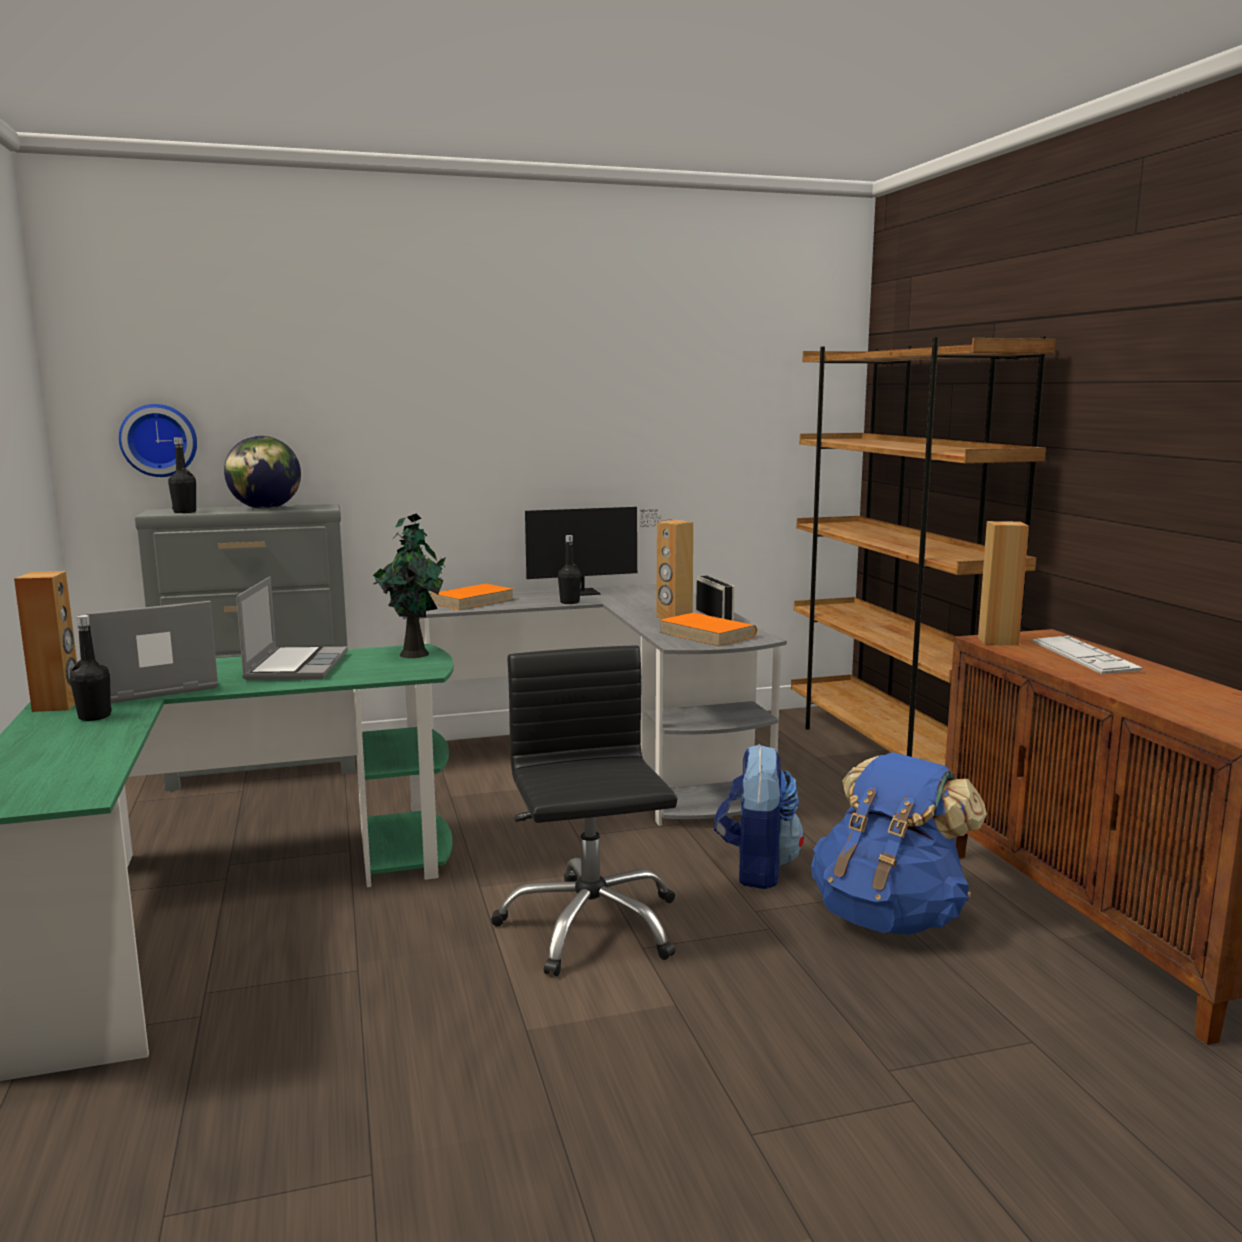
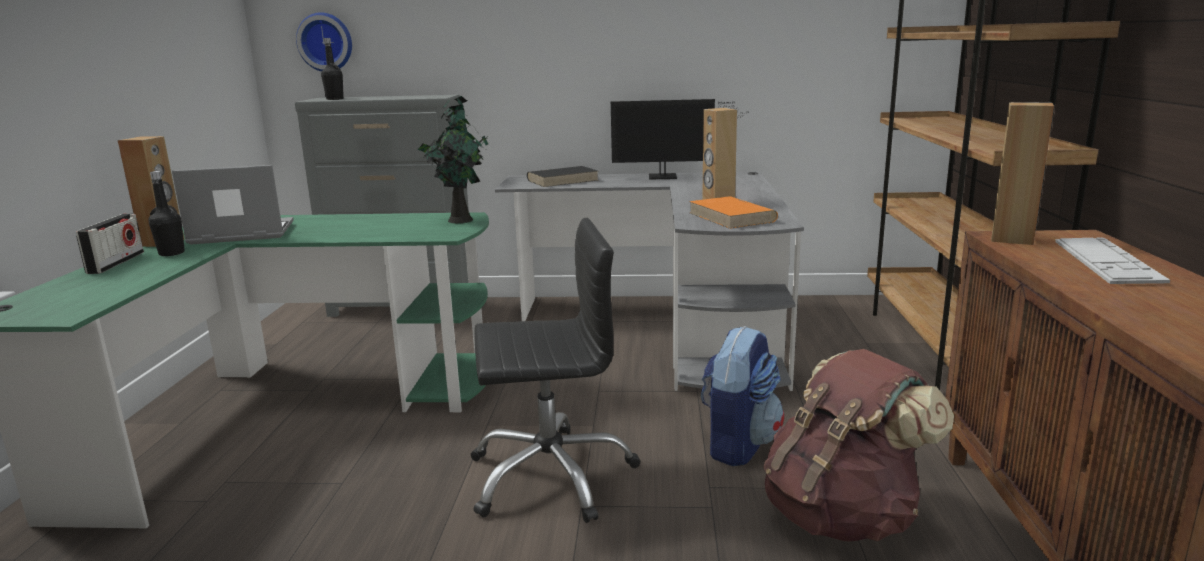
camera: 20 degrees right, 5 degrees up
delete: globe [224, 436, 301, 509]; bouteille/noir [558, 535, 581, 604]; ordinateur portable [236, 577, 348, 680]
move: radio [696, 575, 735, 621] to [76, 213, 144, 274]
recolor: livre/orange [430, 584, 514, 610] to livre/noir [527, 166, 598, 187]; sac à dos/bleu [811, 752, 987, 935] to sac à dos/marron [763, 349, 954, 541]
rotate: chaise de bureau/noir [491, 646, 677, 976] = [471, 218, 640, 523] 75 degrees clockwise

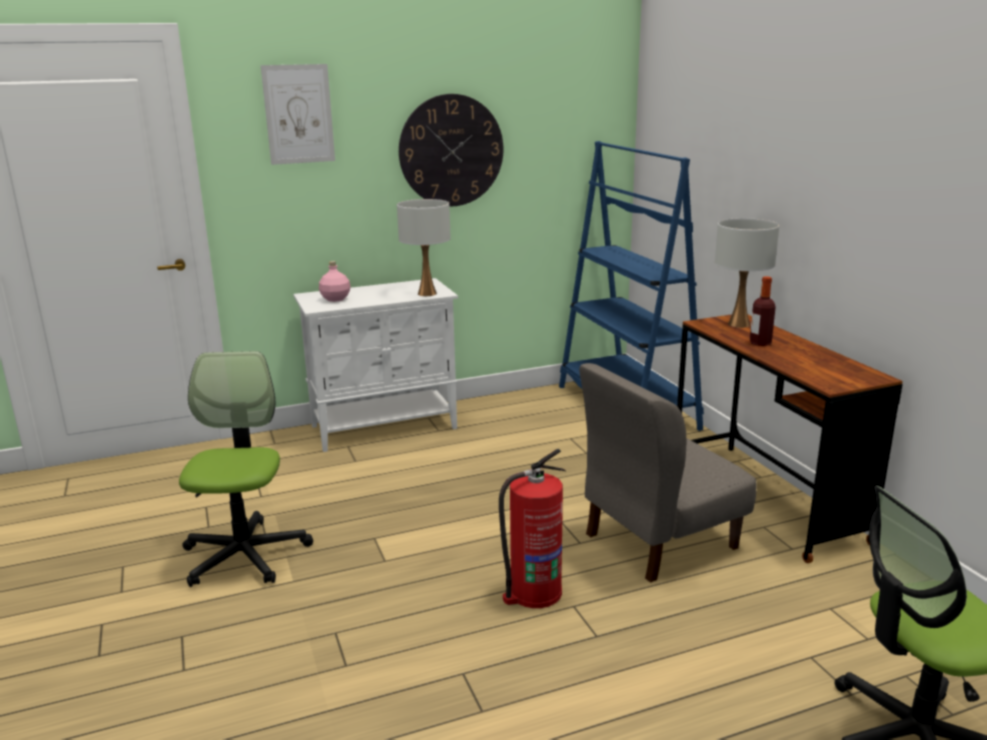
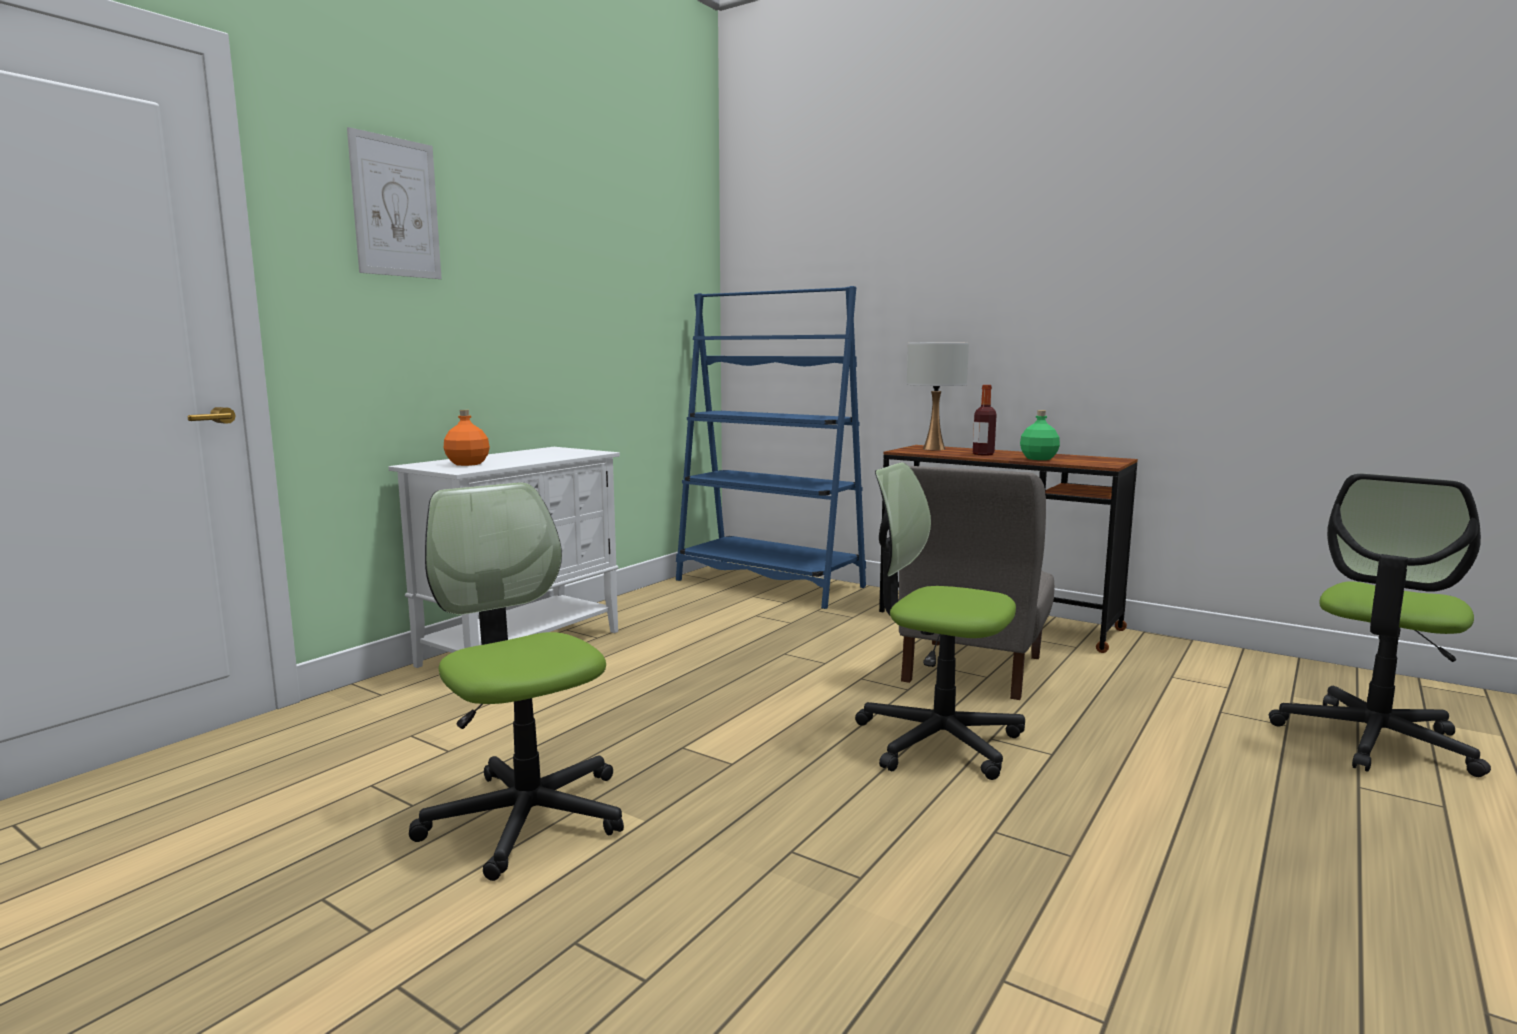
camera: 35 degrees left, 10 degrees down
delete: horloge murale [399, 94, 503, 206]; lampe de table/blanc [397, 199, 451, 296]
insert: bouteille/vert [1020, 411, 1060, 460]
replace: extincteur [499, 449, 566, 608] to chaise de bureau [855, 462, 1025, 780]
recolor: bouteille/rose [319, 261, 351, 302] to bouteille/orange [444, 410, 490, 466]

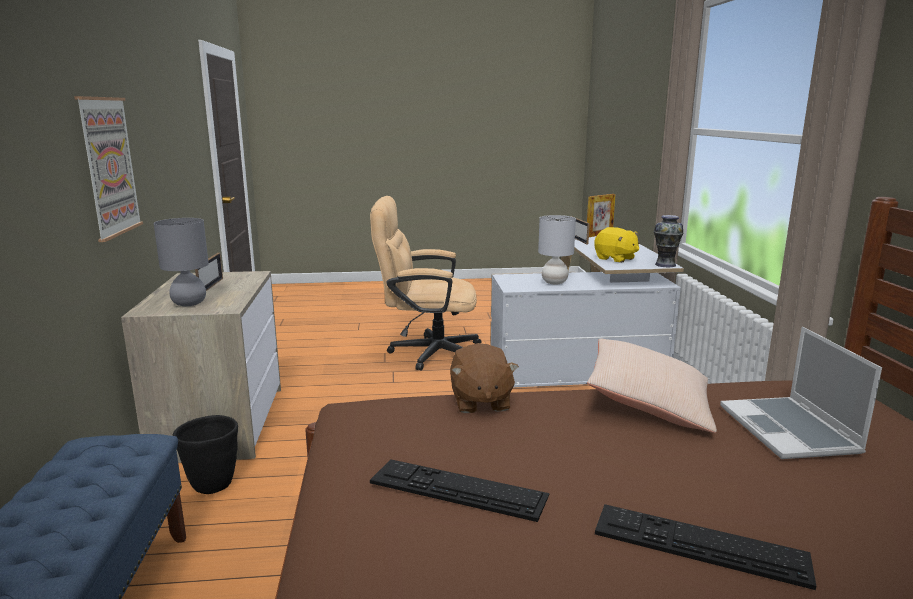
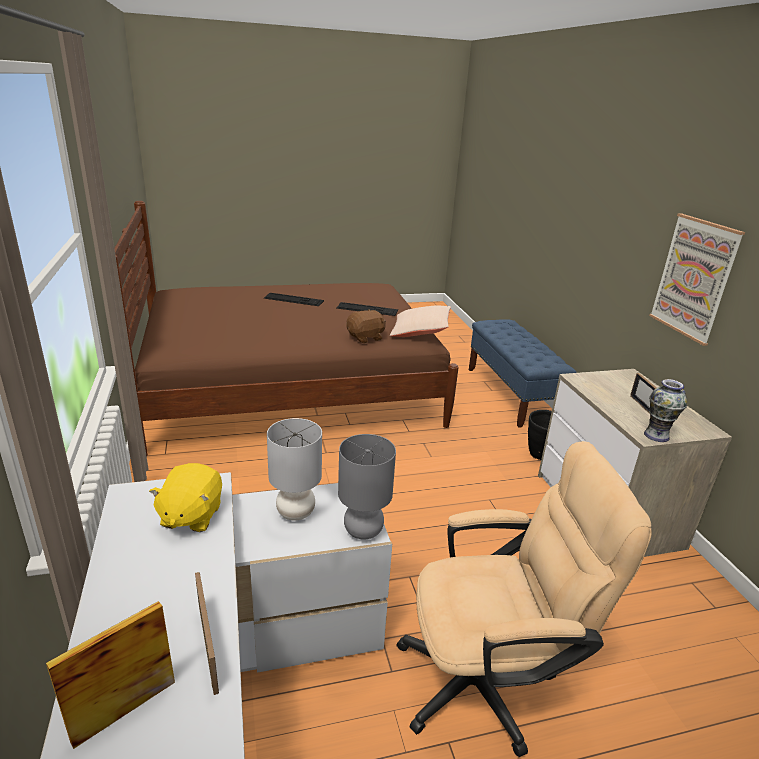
camera: 170 degrees right, 10 degrees up
delete: ordinateur portable [720, 327, 882, 459]
move: vase [653, 215, 683, 267] to [644, 379, 687, 442]; lampe de table/gris [154, 218, 209, 306] to [338, 434, 396, 540]; coussin/beige [587, 338, 717, 433] to [390, 306, 451, 337]
rotate: peluche/jaune [594, 227, 639, 263] = [149, 463, 222, 532] 120 degrees counterclockwise; peluche/marron [450, 343, 519, 413] = [346, 309, 386, 343] 75 degrees clockwise

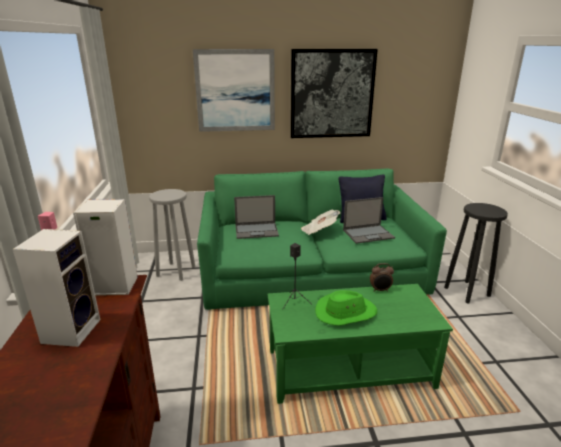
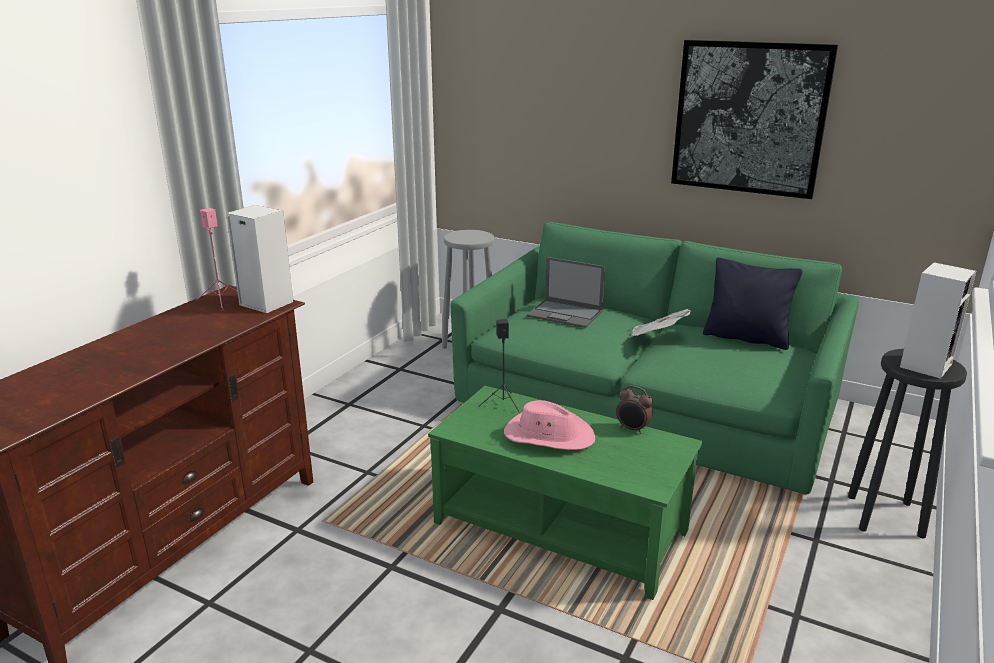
camera: 35 degrees right, 0 degrees up
delete: tableau [193, 49, 275, 132]; ordinateur portable [343, 197, 395, 244]
move: enceinte [13, 229, 100, 347] to [900, 262, 976, 379]
recolor: chapeau/vert [315, 290, 377, 326] to chapeau/rose [504, 400, 595, 450]

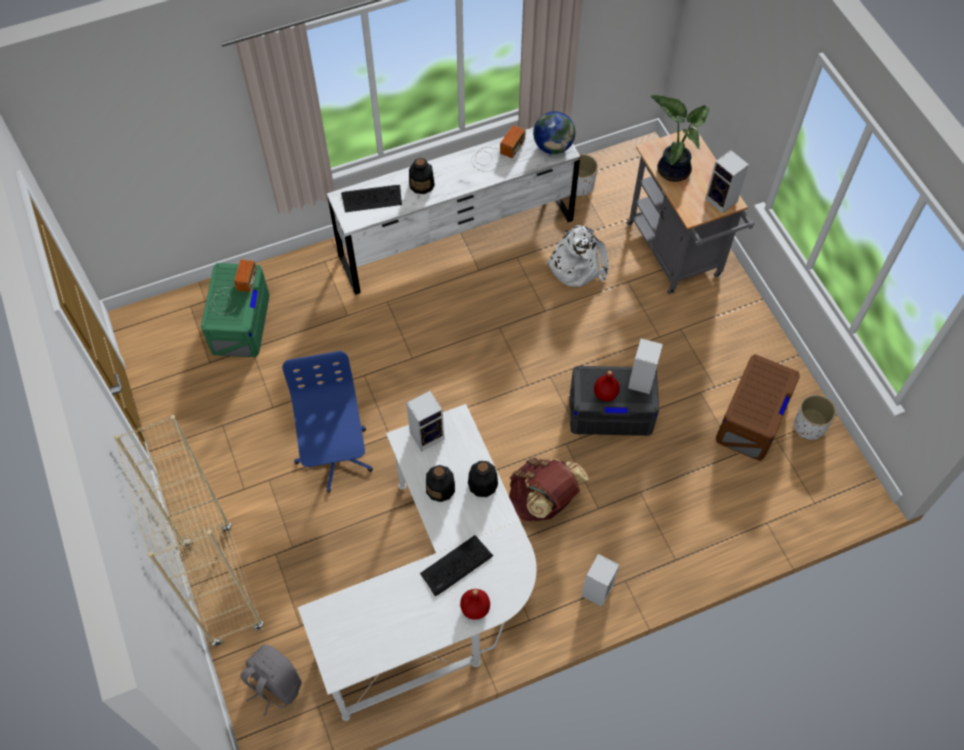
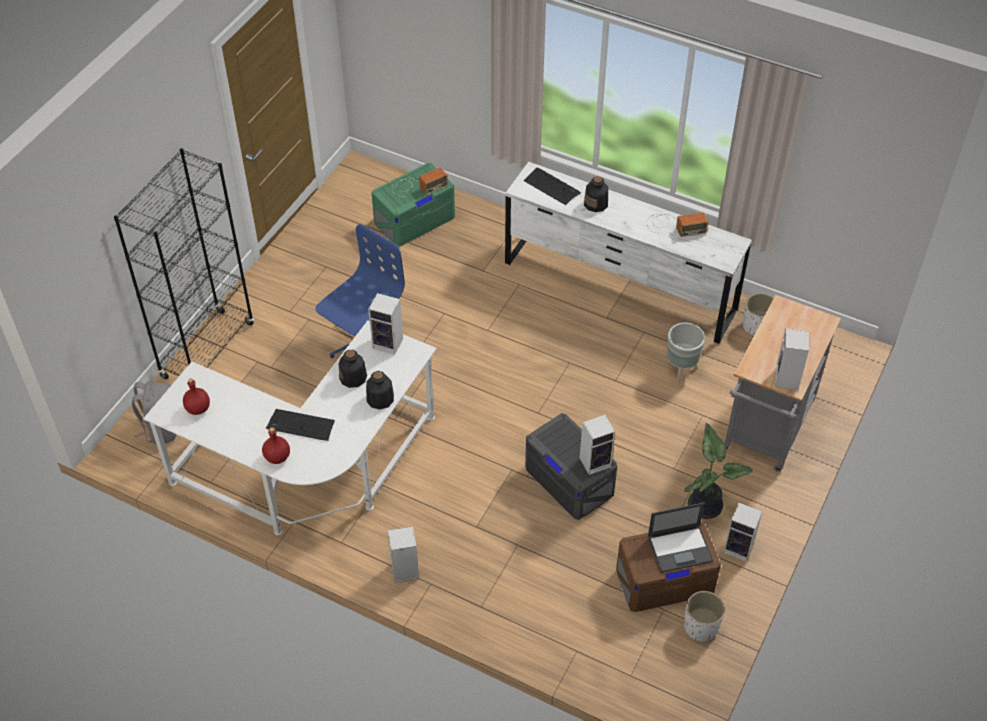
camera: 50 degrees right, 10 degrees down
delete: globe [533, 111, 575, 154]; sac à dos/marron [509, 457, 589, 521]
insert: ordinateur portable [648, 502, 713, 573]; enceinte [723, 503, 763, 562]
move: plante en pot [650, 95, 709, 182] to [684, 423, 753, 519]; bouteille/rouge [594, 370, 620, 401] to [183, 378, 210, 415]
replace: sac à dos/blanc [545, 225, 609, 287] to cache-pot/gris [667, 323, 705, 385]
recolor: bibliothèque/beige [114, 415, 264, 648] to bibliothèque/noir [114, 148, 254, 379]

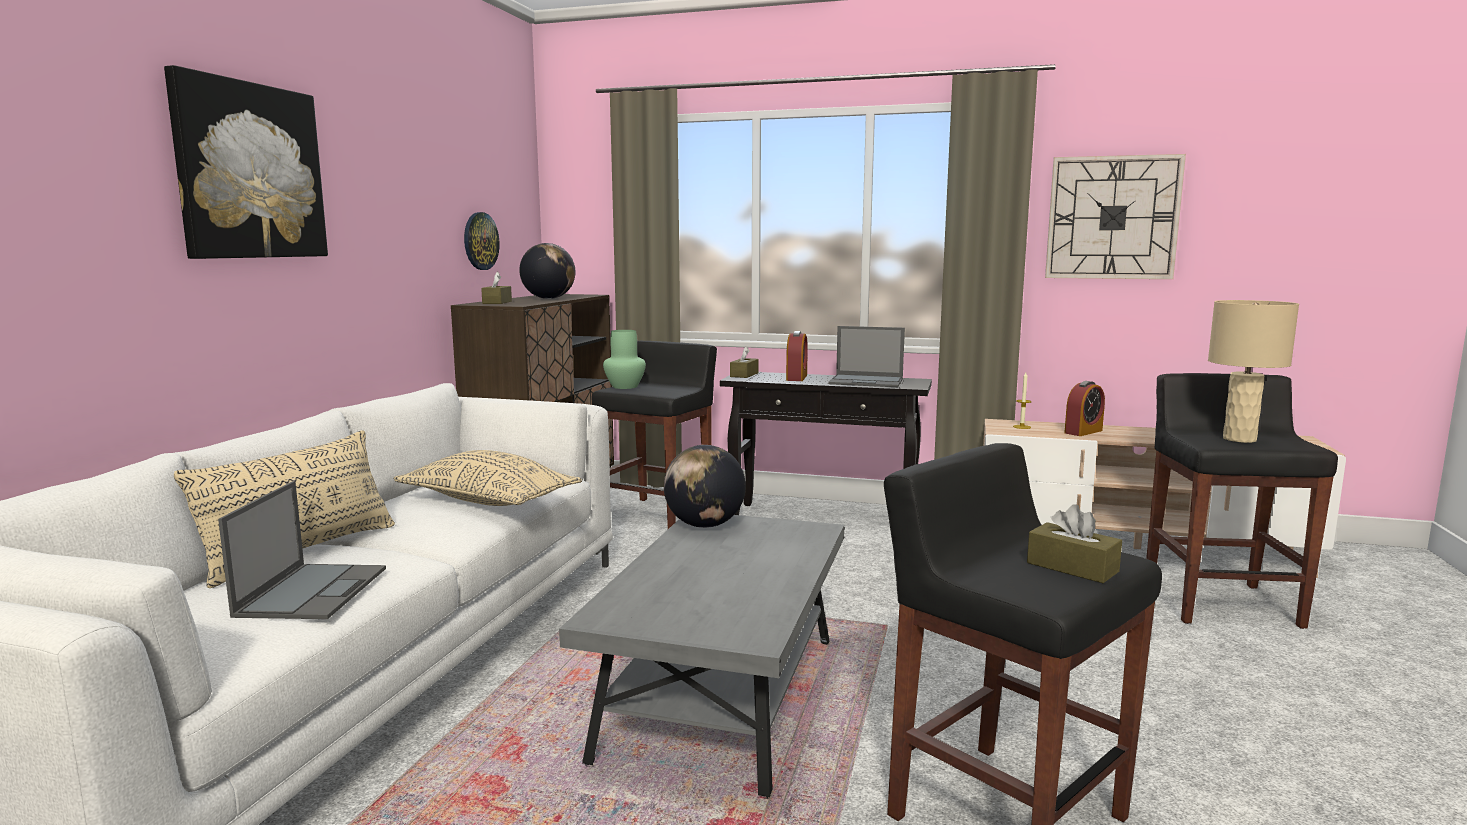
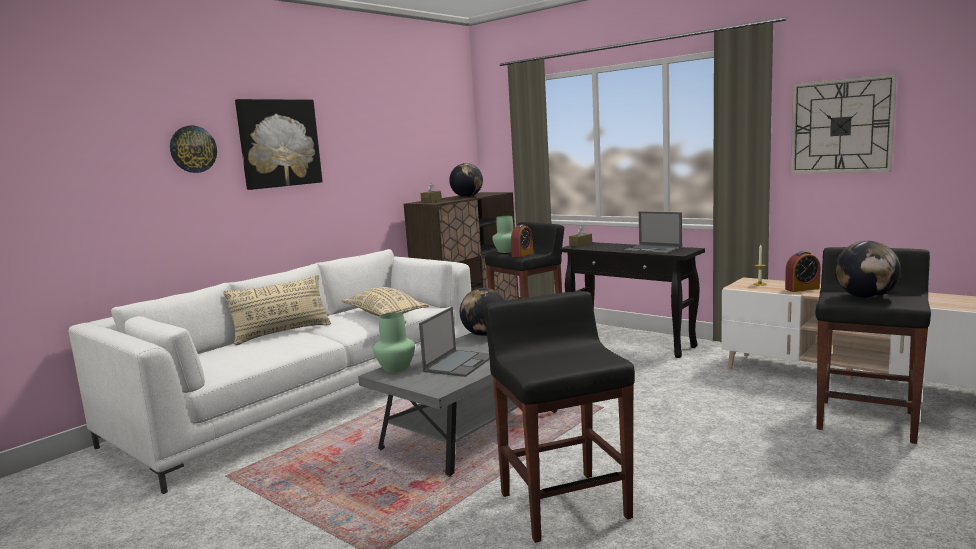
camera: 25 degrees right, 0 degrees up
delete: boîte à mouchoirs/marron [1027, 504, 1122, 583]
insert: vase/vert [373, 312, 415, 373]
move: horloge murale [464, 212, 499, 270] to [170, 126, 217, 173]; réveil [786, 331, 808, 381] to [511, 225, 533, 257]; ordinateur portable [218, 481, 386, 619] to [419, 307, 490, 377]
replace: lampe de table/beige [1208, 300, 1299, 443] to globe [835, 241, 901, 298]

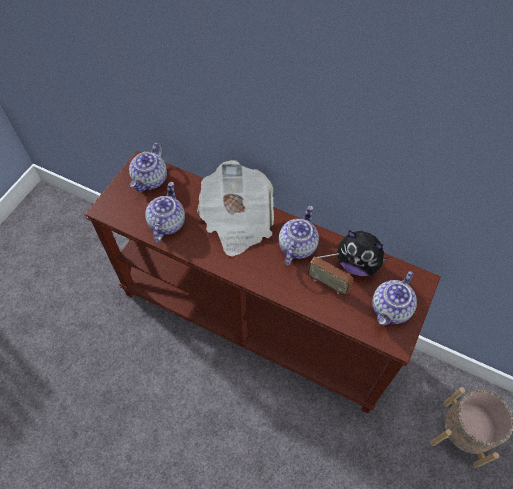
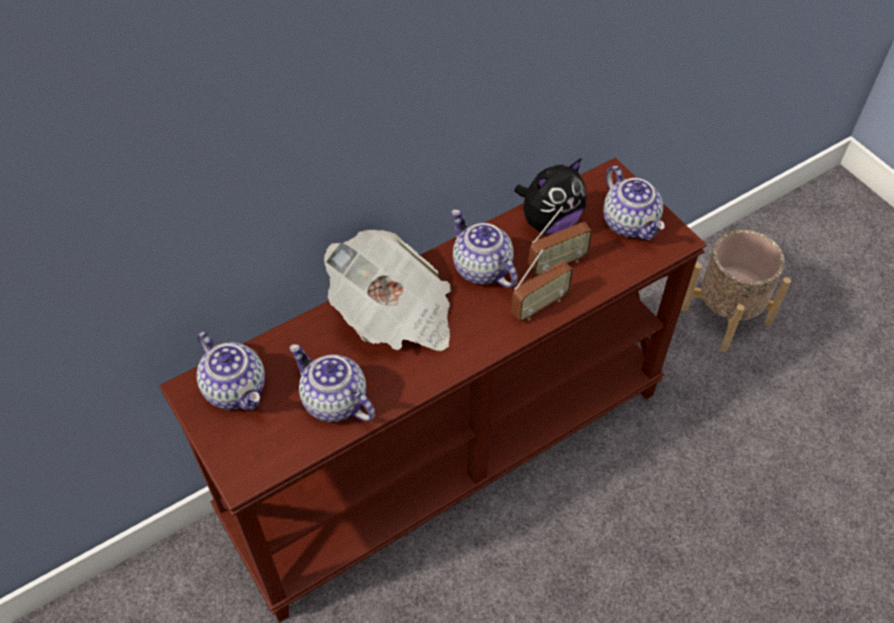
camera: 60 degrees left, 5 degrees down
insert: radio [511, 249, 574, 321]

